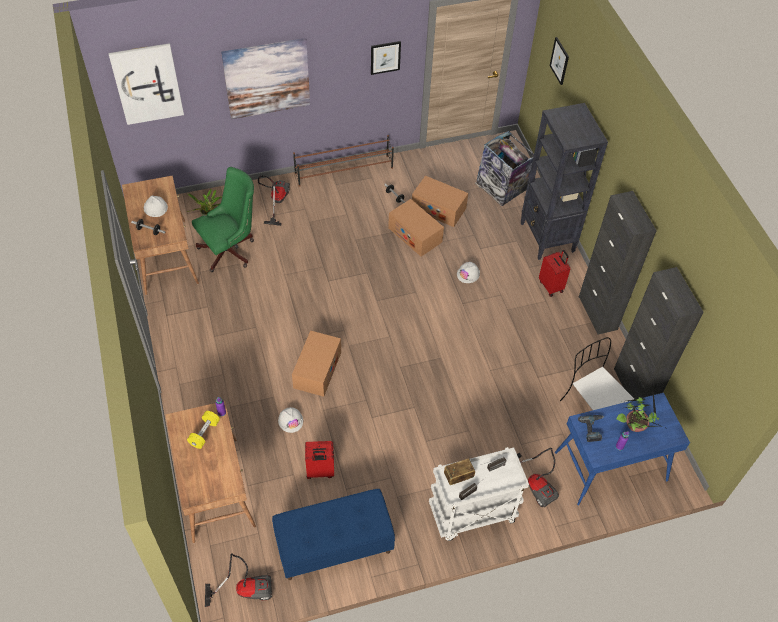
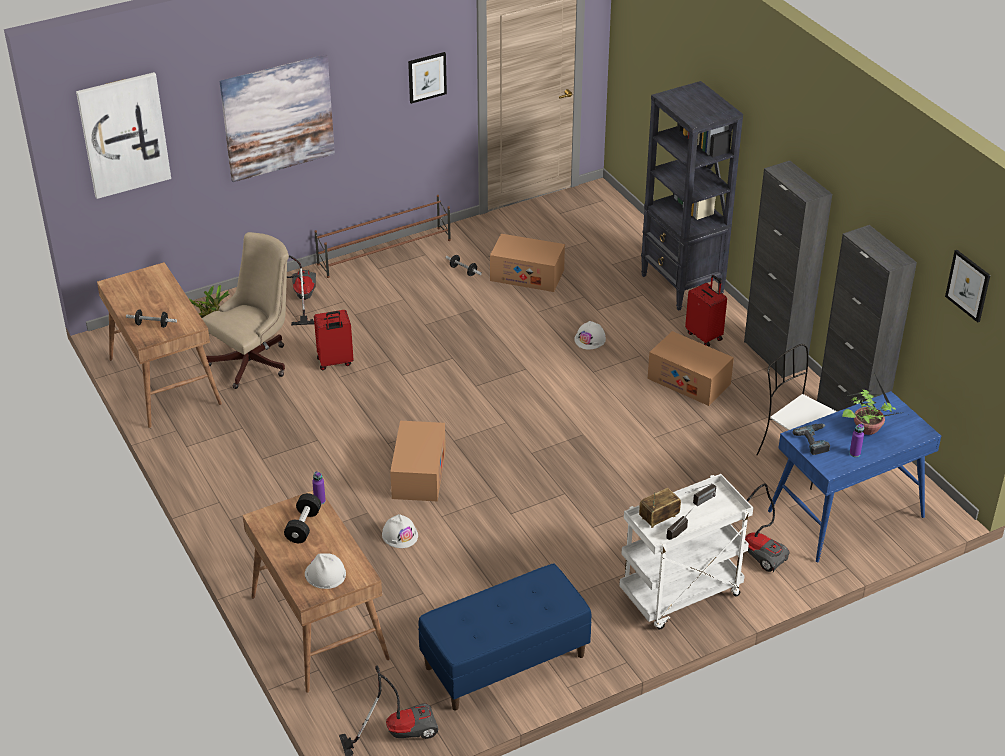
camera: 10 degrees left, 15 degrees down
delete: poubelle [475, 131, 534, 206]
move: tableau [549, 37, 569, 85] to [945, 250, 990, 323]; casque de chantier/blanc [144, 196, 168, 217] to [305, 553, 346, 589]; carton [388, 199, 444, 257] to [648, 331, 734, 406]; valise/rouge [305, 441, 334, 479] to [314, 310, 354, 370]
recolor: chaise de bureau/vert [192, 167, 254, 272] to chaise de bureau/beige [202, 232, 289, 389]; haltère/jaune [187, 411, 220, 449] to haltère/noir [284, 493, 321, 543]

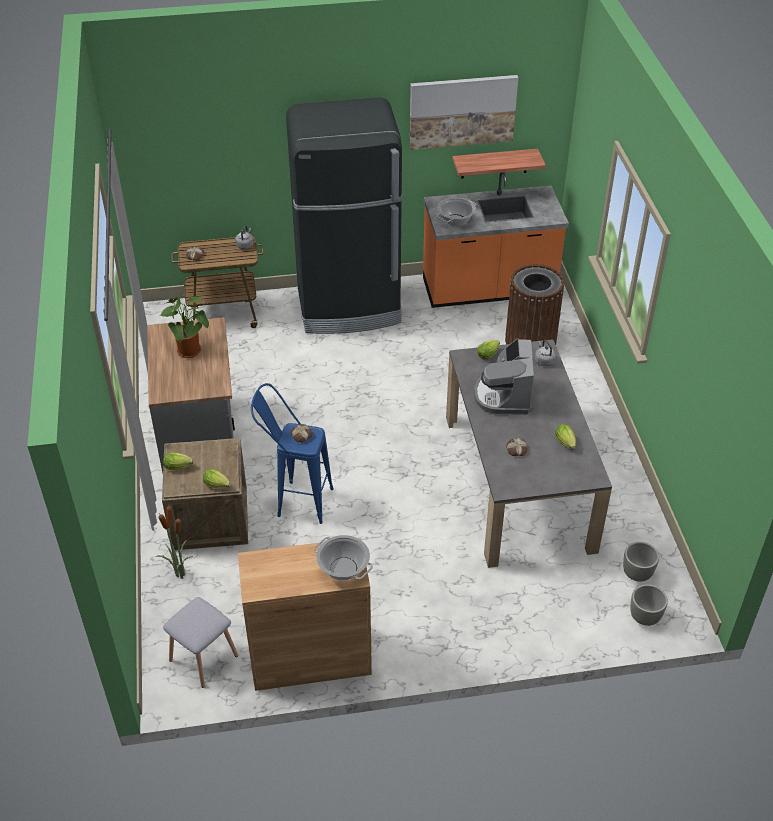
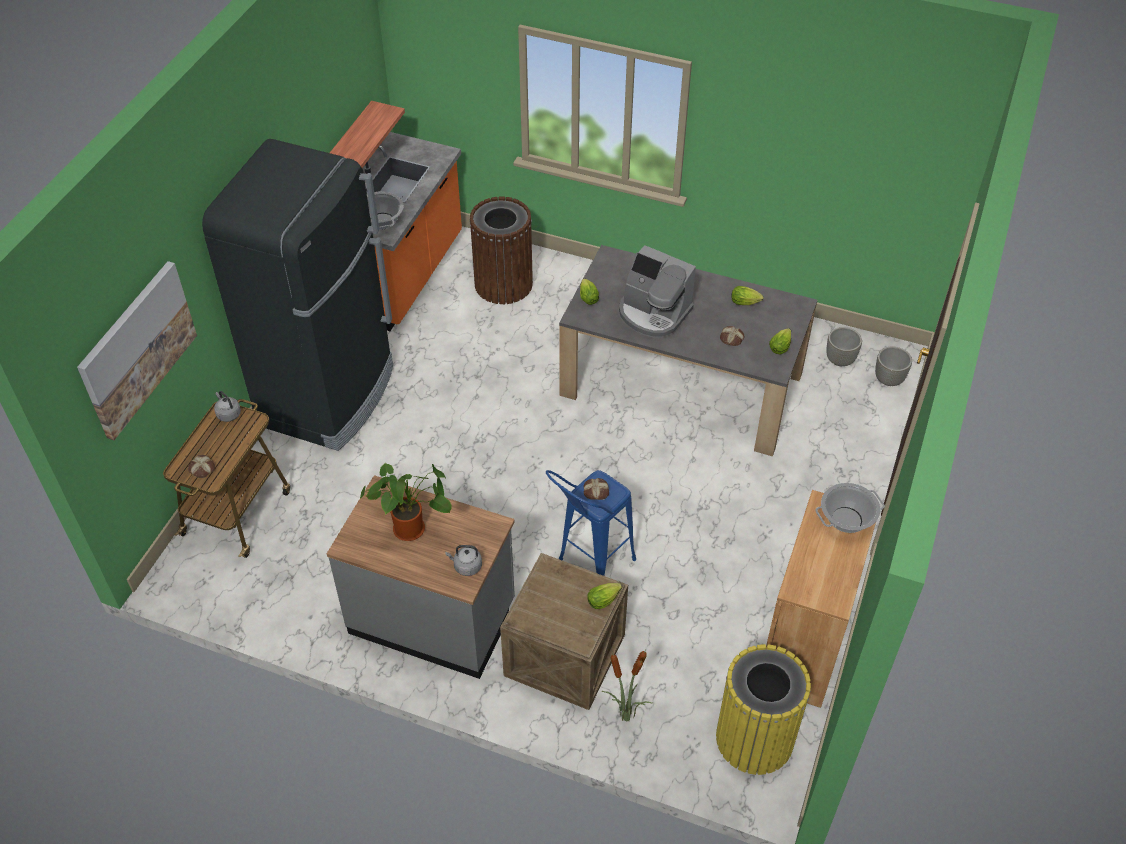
camera: 60 degrees left, 5 degrees up
move: tableau [410, 75, 518, 150] to [77, 261, 197, 440]; bouilloire/gris [535, 340, 556, 366] to [446, 545, 482, 576]; laitue [163, 452, 194, 470] to [769, 328, 791, 354]
replace: tabouret/gris [163, 597, 238, 688] to poubelle/jaune [716, 644, 811, 775]

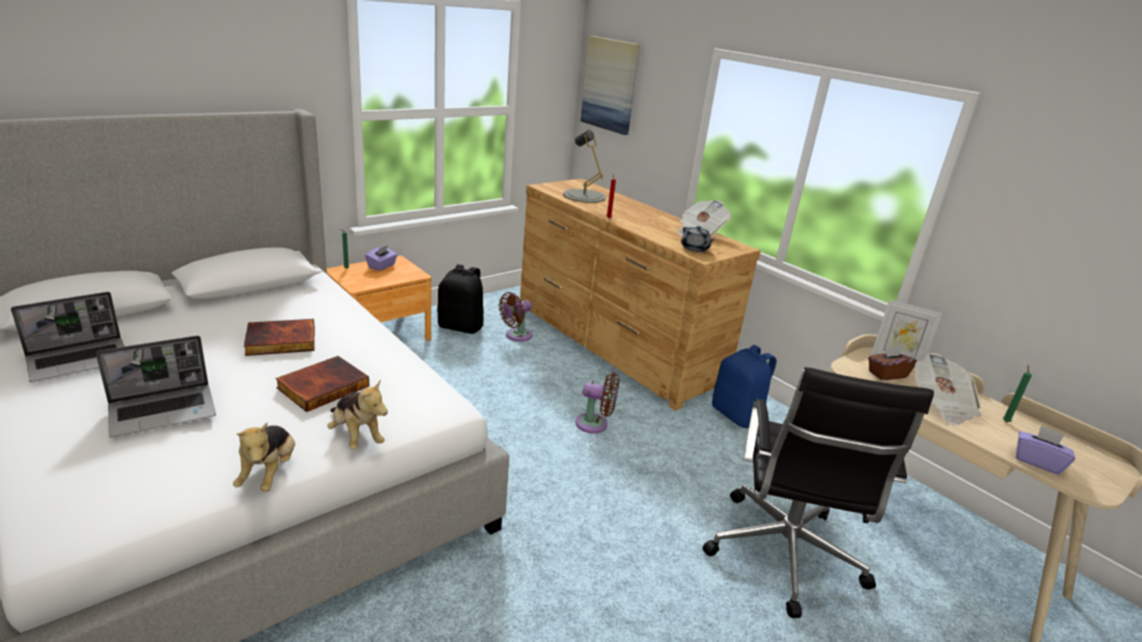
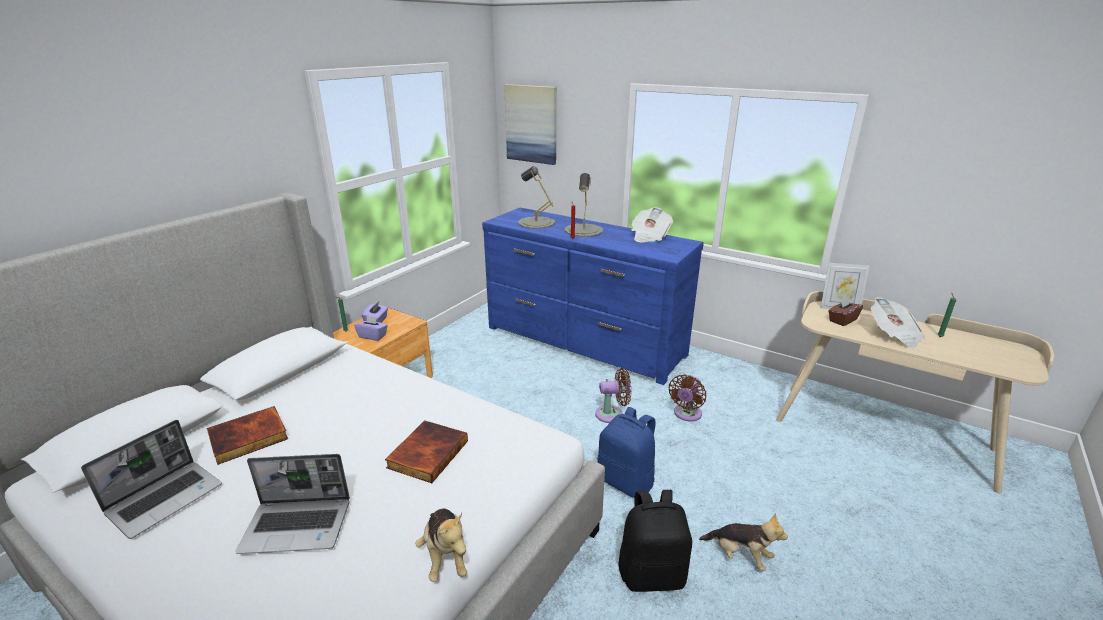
camera: 15 degrees left, 0 degrees up
delete: théière/gris [681, 226, 715, 252]; chaise de bureau/noir [703, 367, 934, 618]
insert: lampe de table/gris [565, 173, 603, 237]
move: sac à dos/noir [438, 264, 484, 334] to [618, 490, 692, 592]; ventilateur/marron [499, 292, 532, 342] to [669, 374, 706, 422]; livre [244, 319, 315, 356] to [207, 406, 288, 465]; sac à dos/bleu [712, 345, 776, 428] to [597, 407, 656, 498]; peluche [327, 381, 388, 450] to [699, 513, 788, 571]; boîte à mouchoirs/violet [1016, 425, 1075, 475] to [354, 315, 388, 341]
recolor: commode/marron [520, 179, 761, 411] to commode/bleu [482, 208, 704, 385]
rotate: ordinateur portable [96, 336, 216, 438] = [235, 454, 350, 554] 45 degrees clockwise

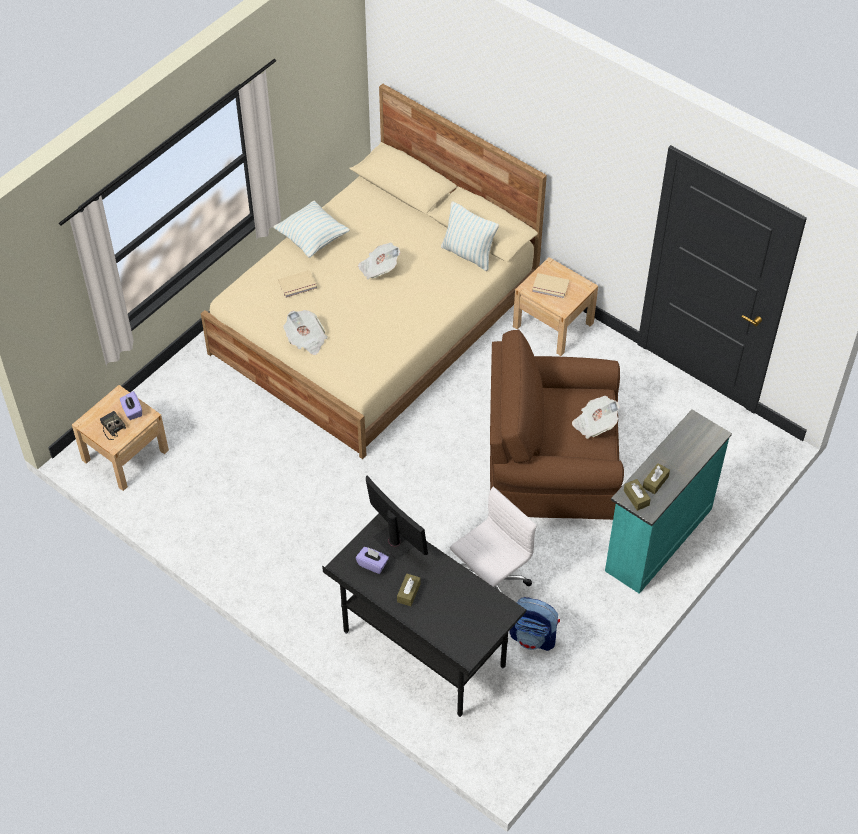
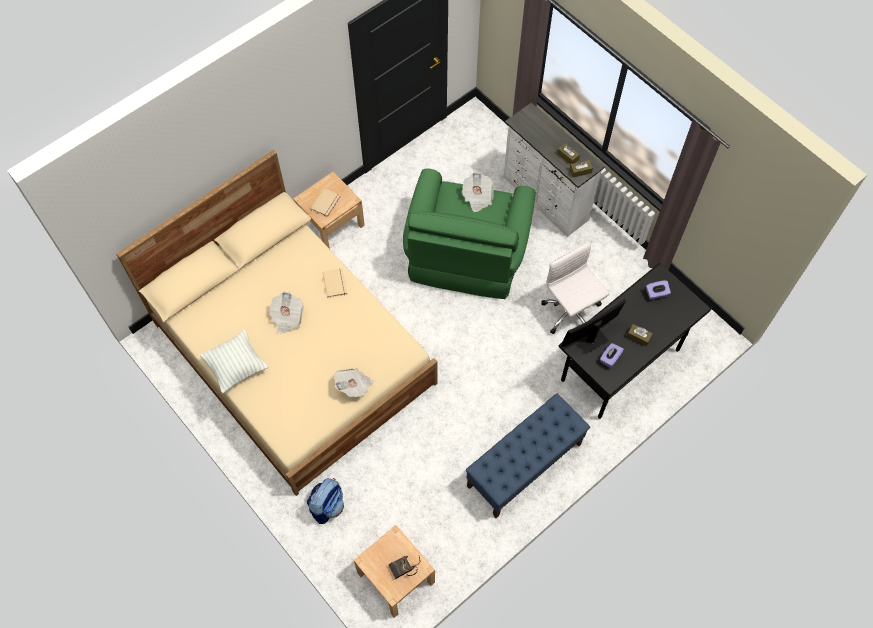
camera: 80 degrees left, 10 degrees up
delete: coussin [441, 201, 499, 271]
insert: banc/bleu [466, 393, 590, 518]
move: livre/beige [278, 270, 317, 298] to [323, 268, 347, 298]; boîte à mouchoirs/violet [120, 391, 142, 420] to [646, 281, 671, 300]; sac à dos [510, 597, 560, 651] to [307, 478, 344, 524]
recolor: fauteuil/marron [490, 329, 624, 520] to fauteuil/vert [403, 168, 536, 299]; commode/turquoise [605, 410, 732, 594] to commode/blanc [503, 103, 604, 237]

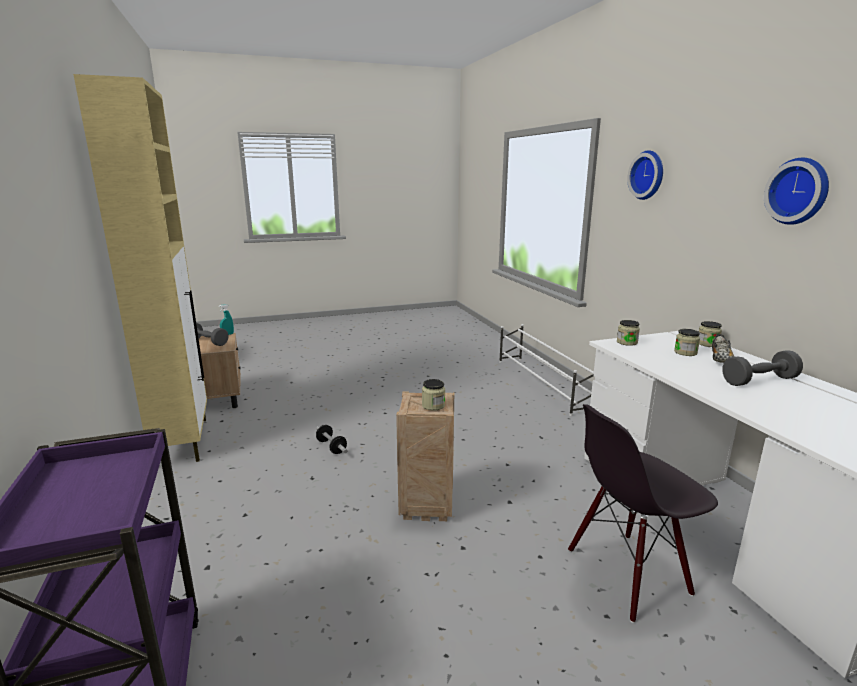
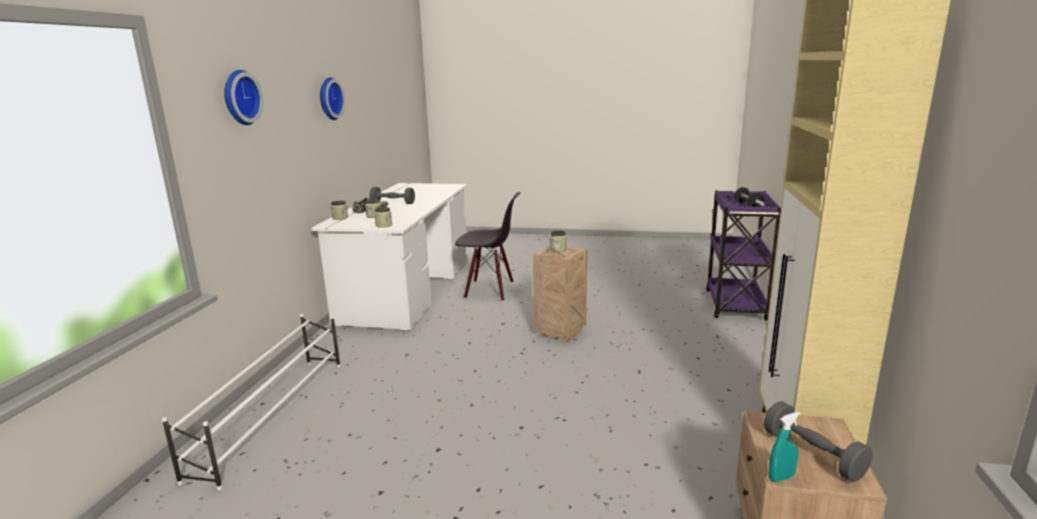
camera: 150 degrees left, 0 degrees up
move: haltère [316, 425, 348, 454] to [734, 187, 764, 207]

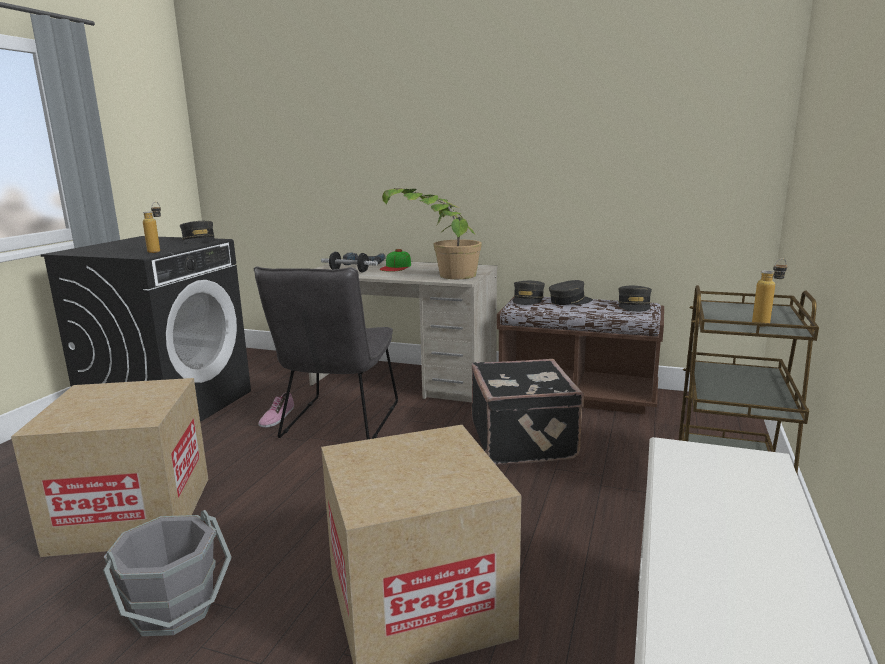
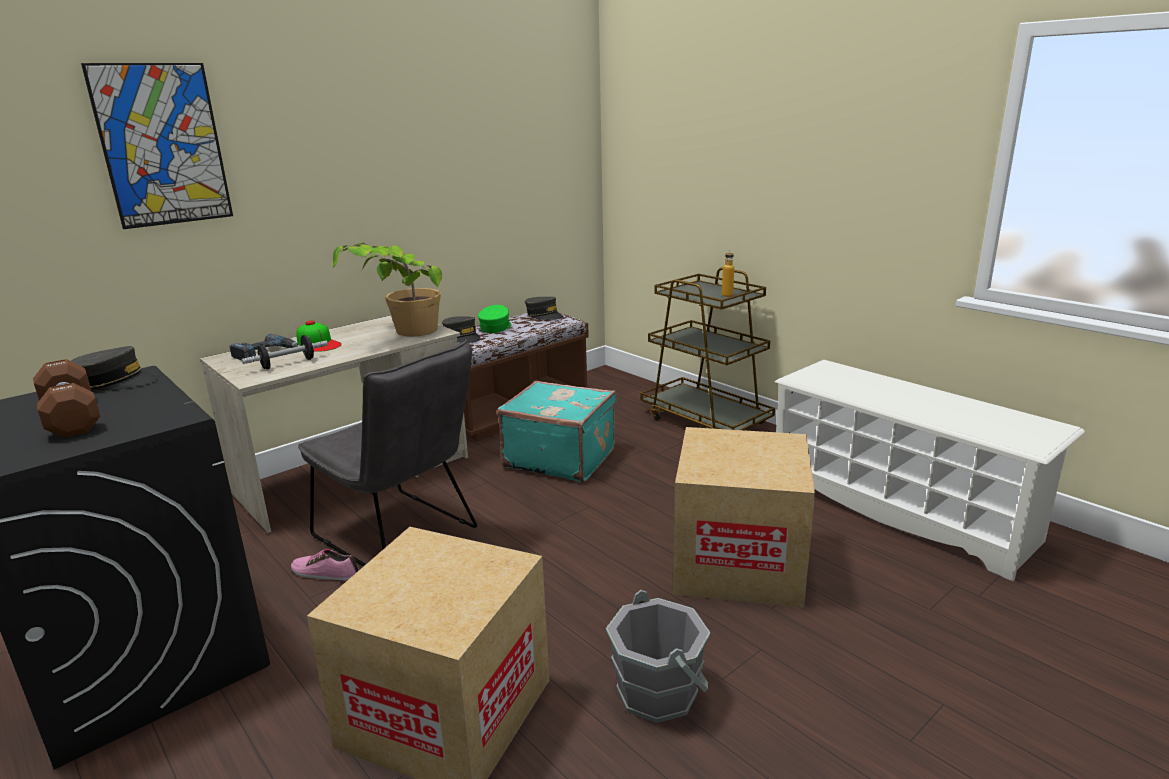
camera: 60 degrees left, 5 degrees up
delete: bouteille [143, 202, 161, 253]
insert: tableau [81, 63, 233, 229]; haltère/marron [33, 359, 100, 438]
recolor: casquette/gris [549, 280, 593, 305] to casquette/vert [478, 305, 511, 333]; valise/noir [471, 359, 584, 465] to valise/turquoise [497, 381, 617, 482]
rotate: chaussure [258, 392, 294, 428] = [291, 549, 359, 580] 150 degrees clockwise

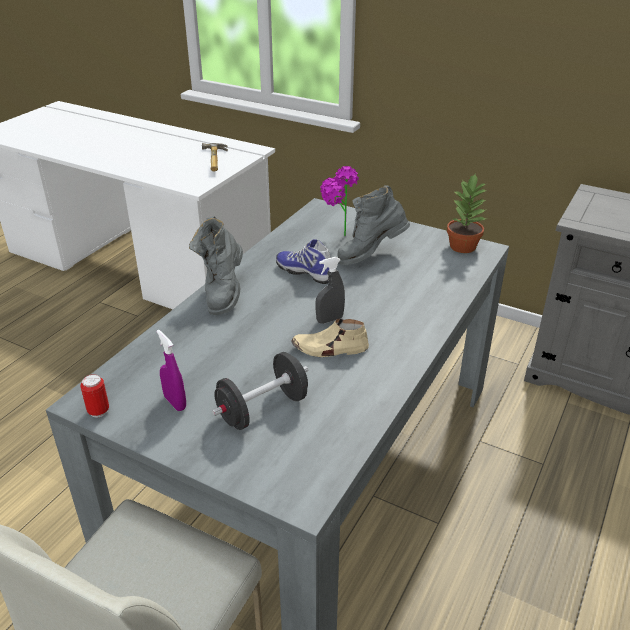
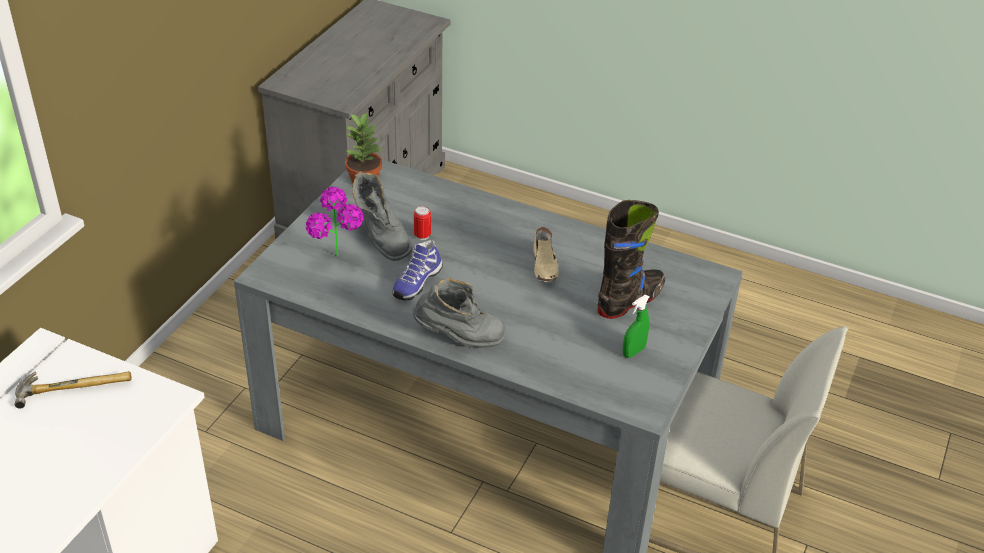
camera: 95 degrees left, 5 degrees up
delete: vaporisateur/gris [315, 257, 345, 324]
move: boîte métallique [80, 374, 109, 417] to [414, 206, 431, 240]
replace: haltère/noir [212, 352, 308, 430] to botte/noir [598, 200, 665, 319]
recolor: vaporisateur/violet [157, 330, 186, 411] to vaporisateur/vert [623, 295, 649, 358]

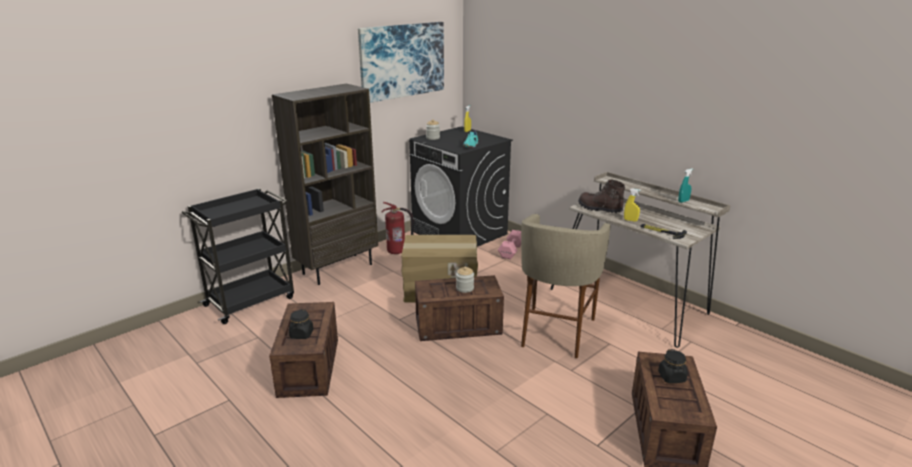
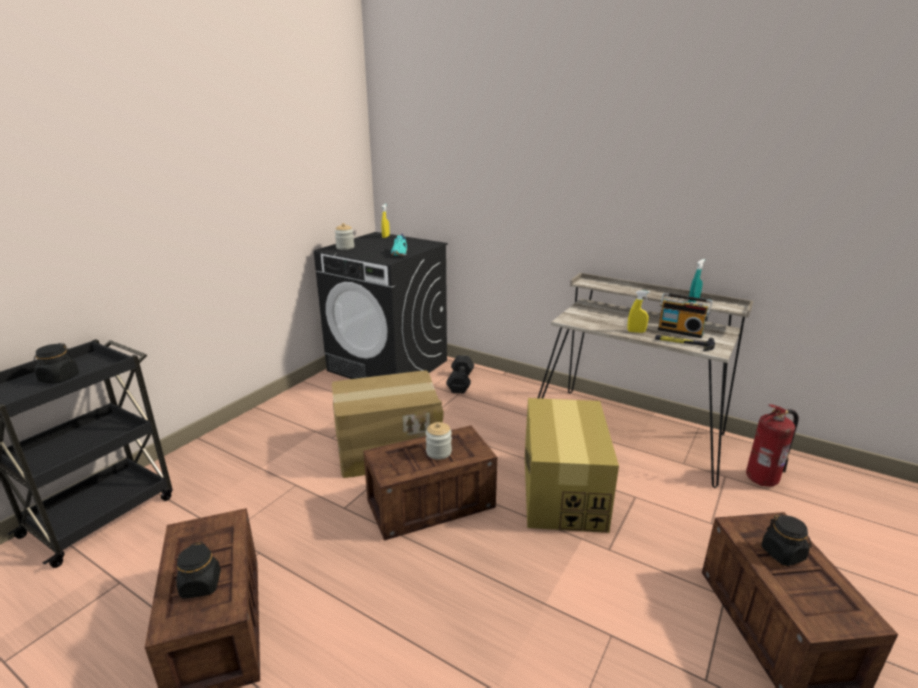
camera: 15 degrees left, 0 degrees up
delete: tableau [358, 22, 444, 103]; bibliothèque/marron [272, 84, 378, 285]; botte/marron [578, 179, 625, 213]
insert: radio [658, 293, 713, 338]; bocal/noir [33, 343, 79, 384]
move: extincteur [382, 202, 414, 254] to [746, 404, 799, 486]
replace: tabouret/beige [521, 214, 611, 358] to carton [525, 398, 619, 533]
recolor: haltère/rose [498, 230, 521, 259] to haltère/noir [446, 355, 474, 394]

